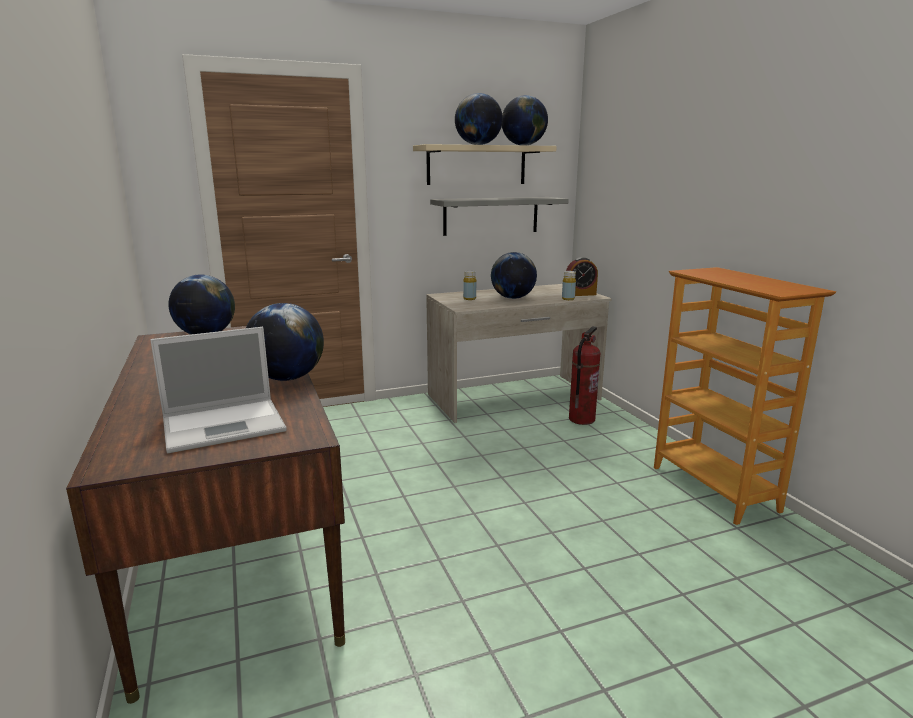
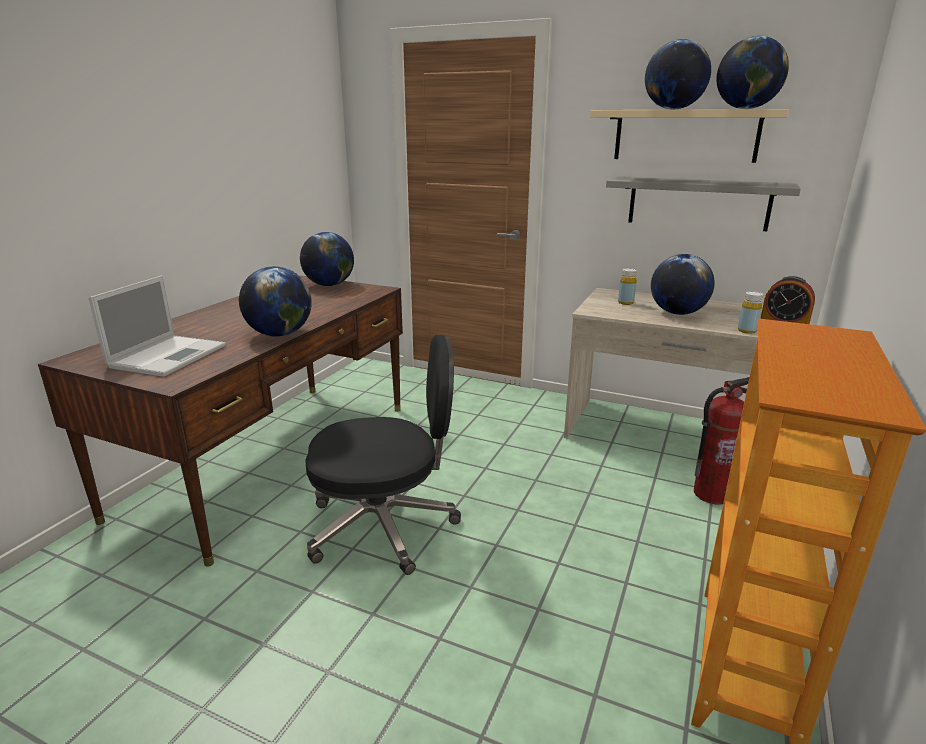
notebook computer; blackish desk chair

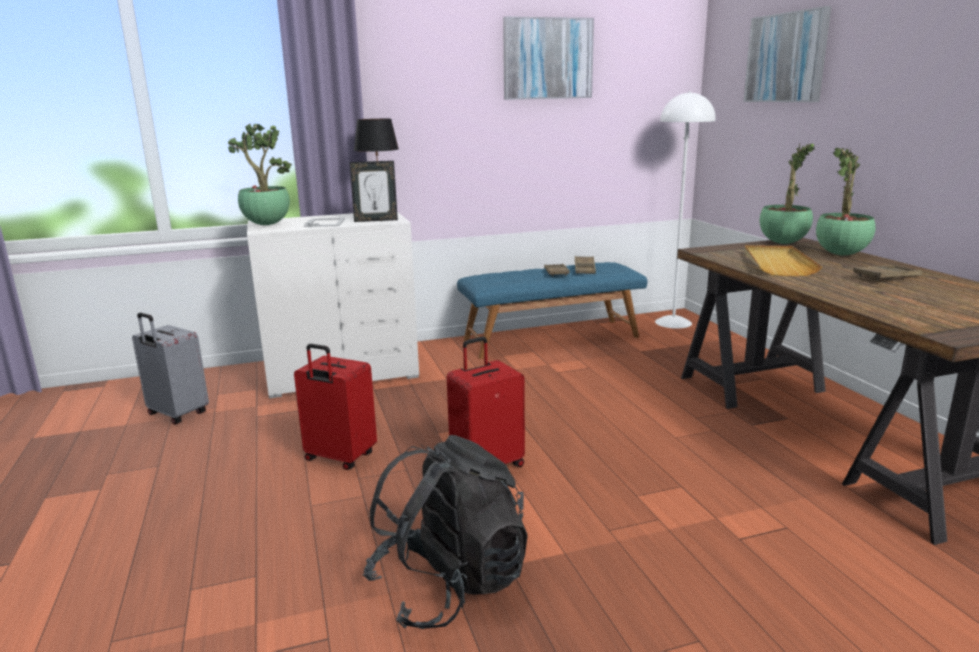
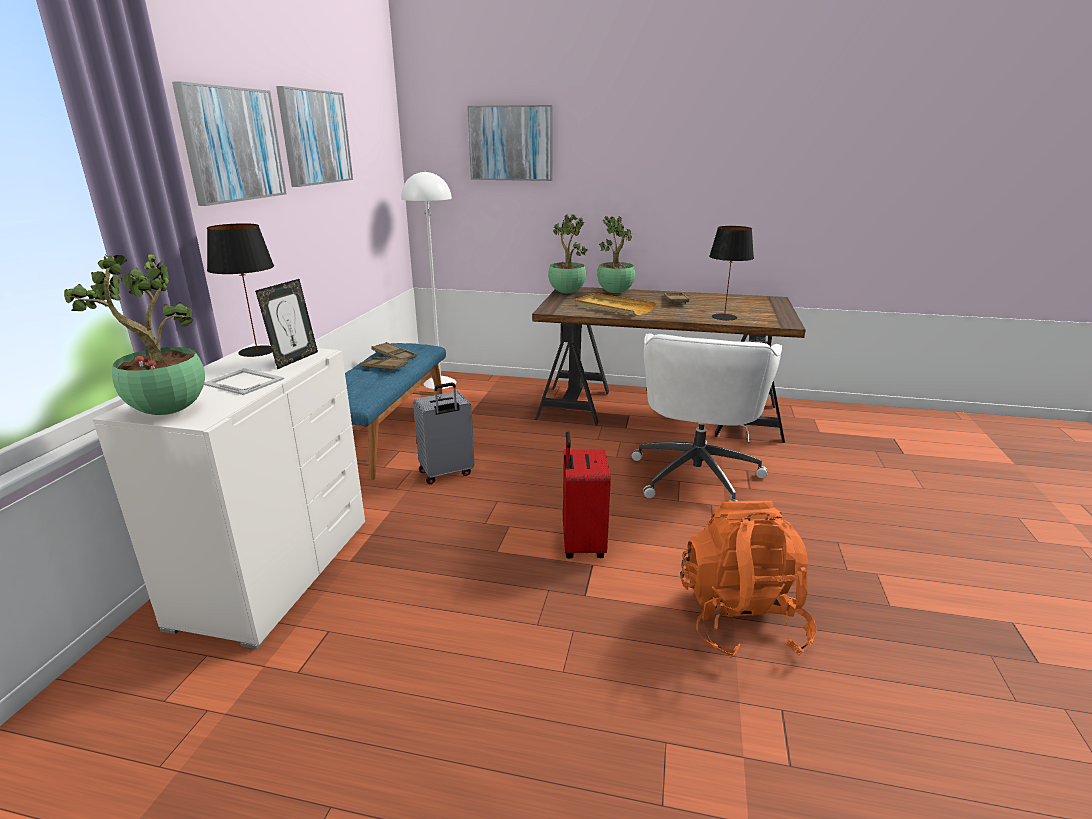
grey travel case; red travel case (no. 1 from left in the first image); orange knapsack; wall picture (no. 1 from left); white desk chair; blackish table lamp (no. 2 from left)

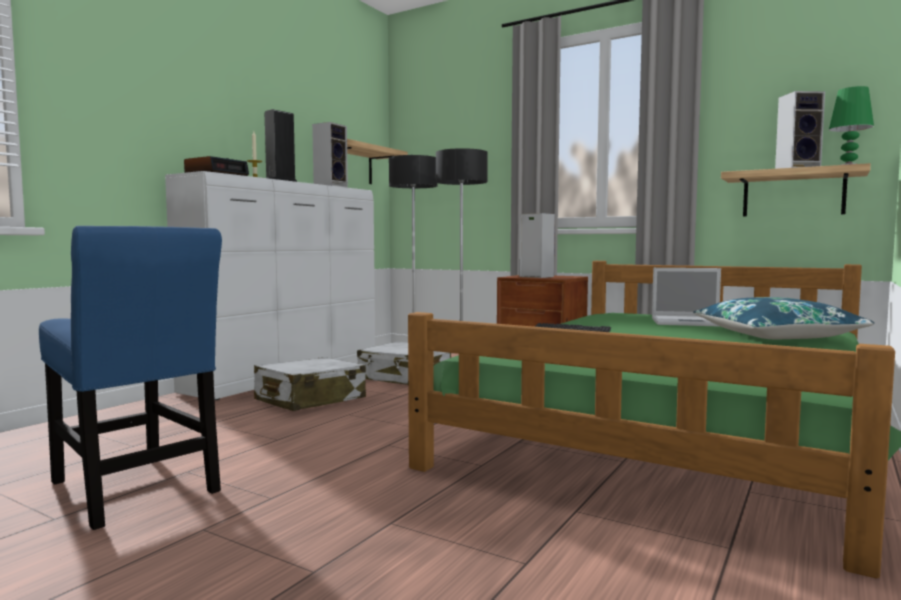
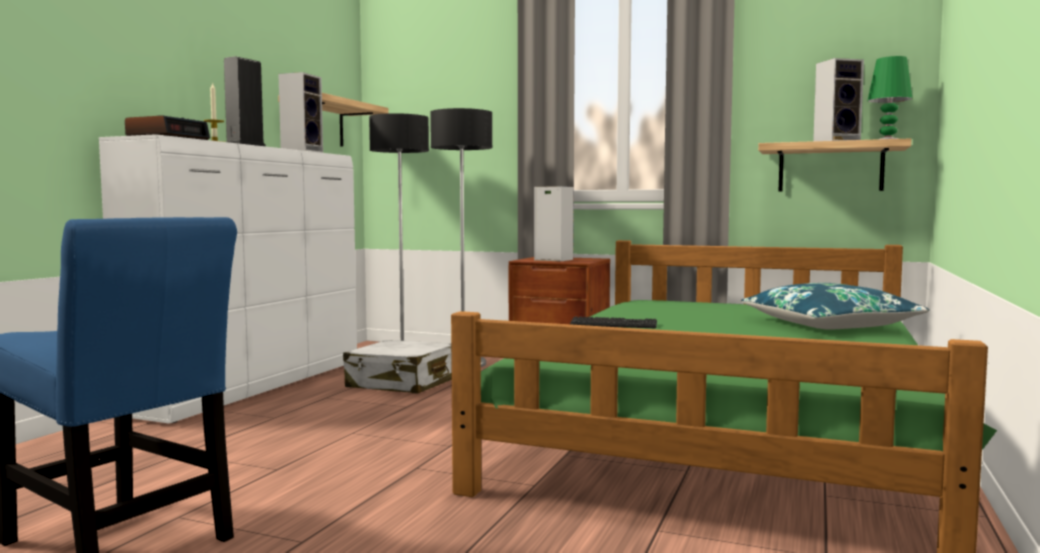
white travel case (no. 1 from left in the first image); notebook computer

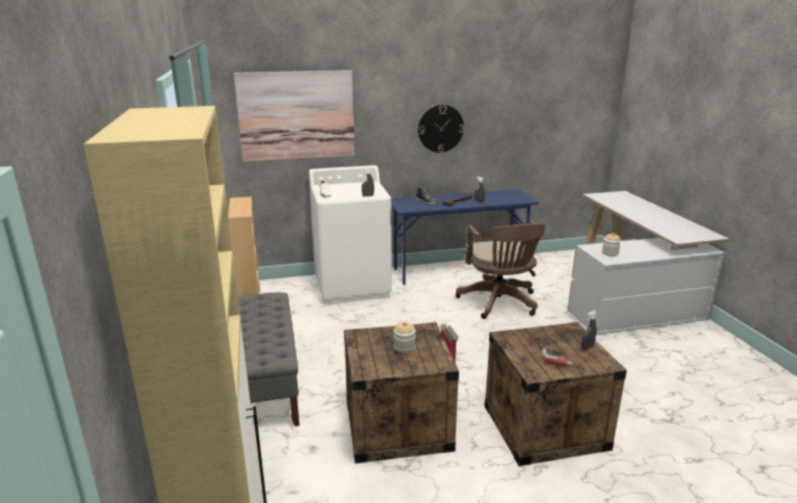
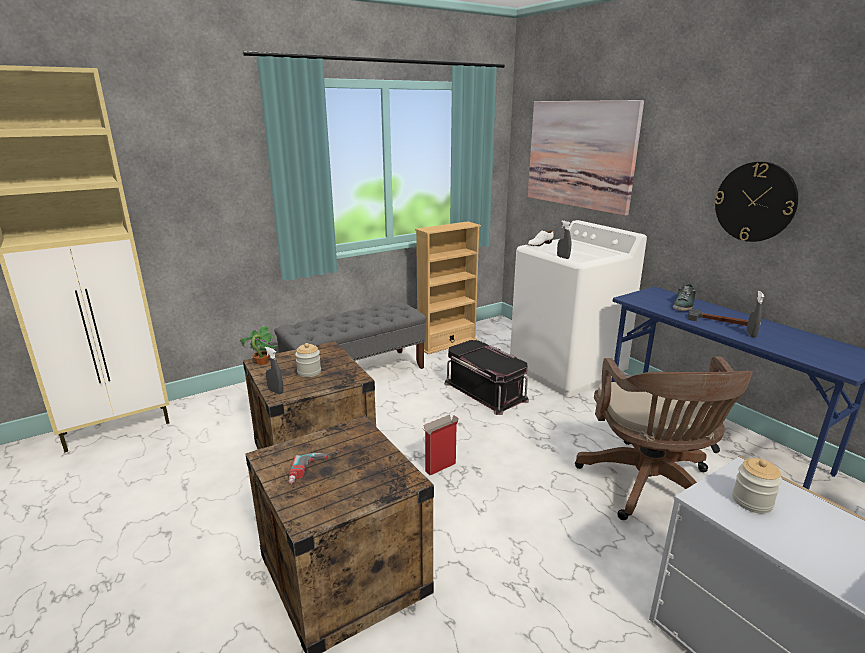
brown-coloured desk chair; grey spray bottle (no. 1 from left); houseplant; blackish storage container

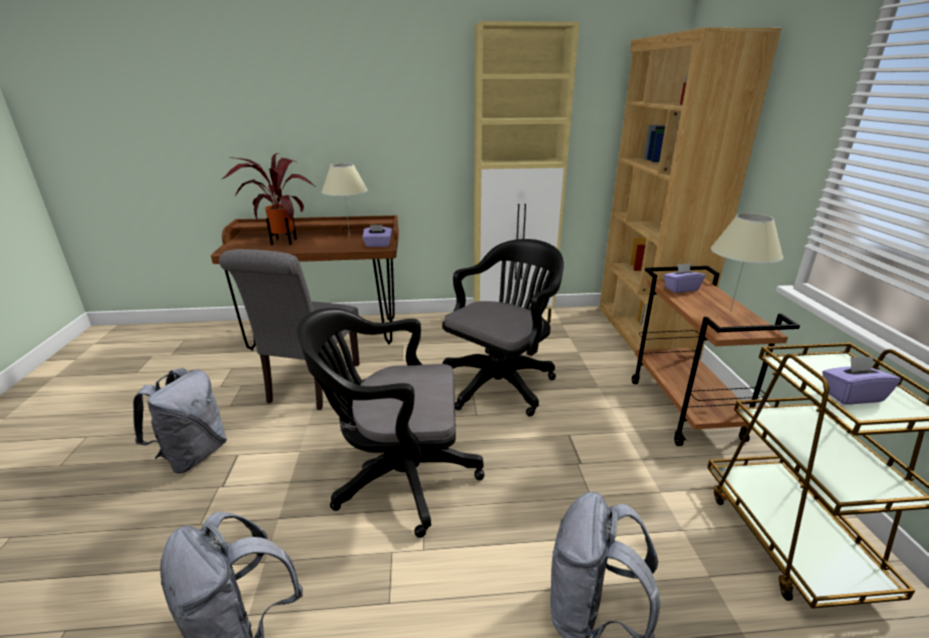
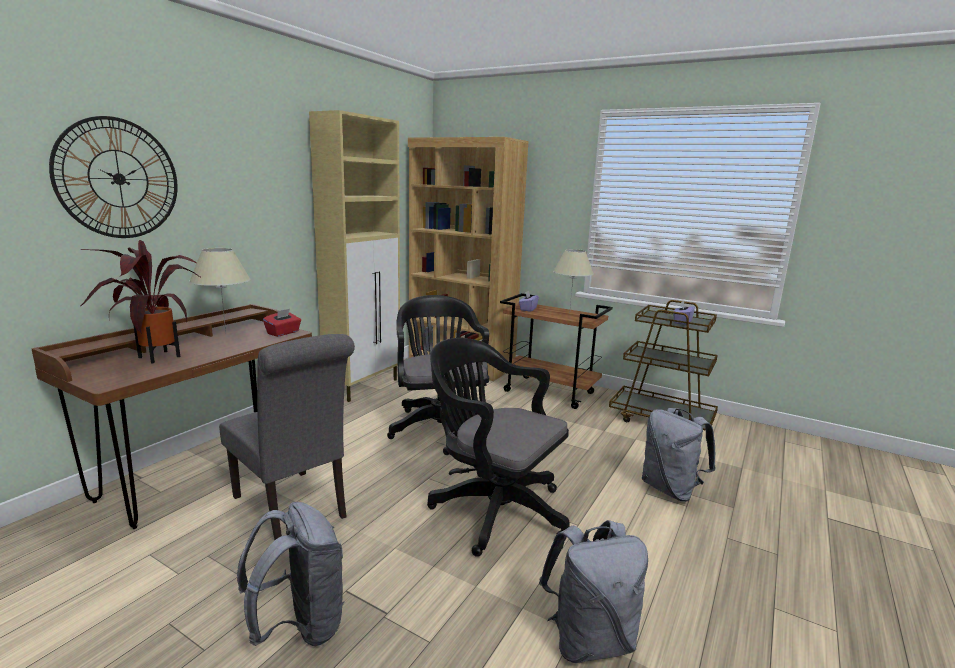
blackish desk chair (no. 2 from left); red tissue box; hanging clock

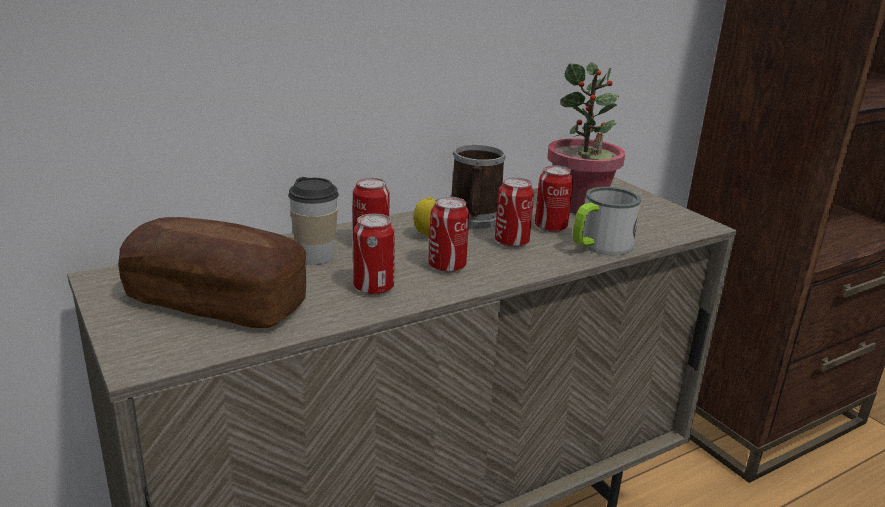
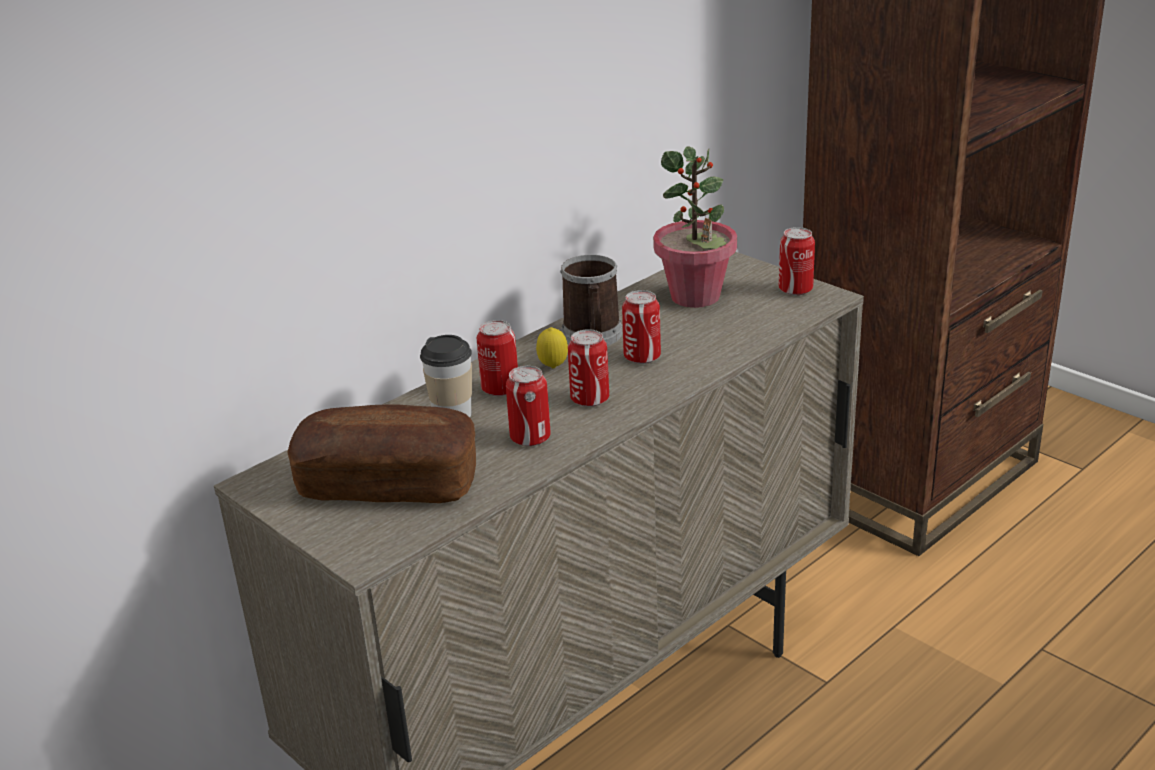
can (no. 5 from left); mug (no. 2 from left in the first image)

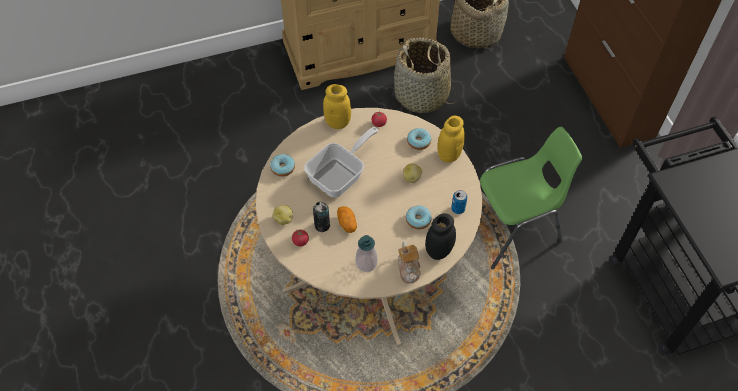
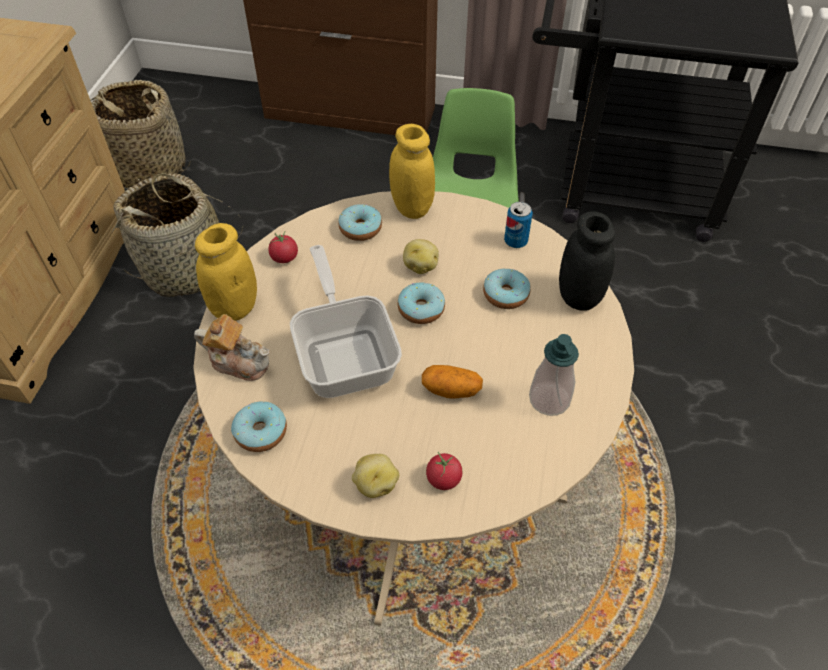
can (no. 1 from left in the first image); teapot; ring doughnut (no. 3 from left)

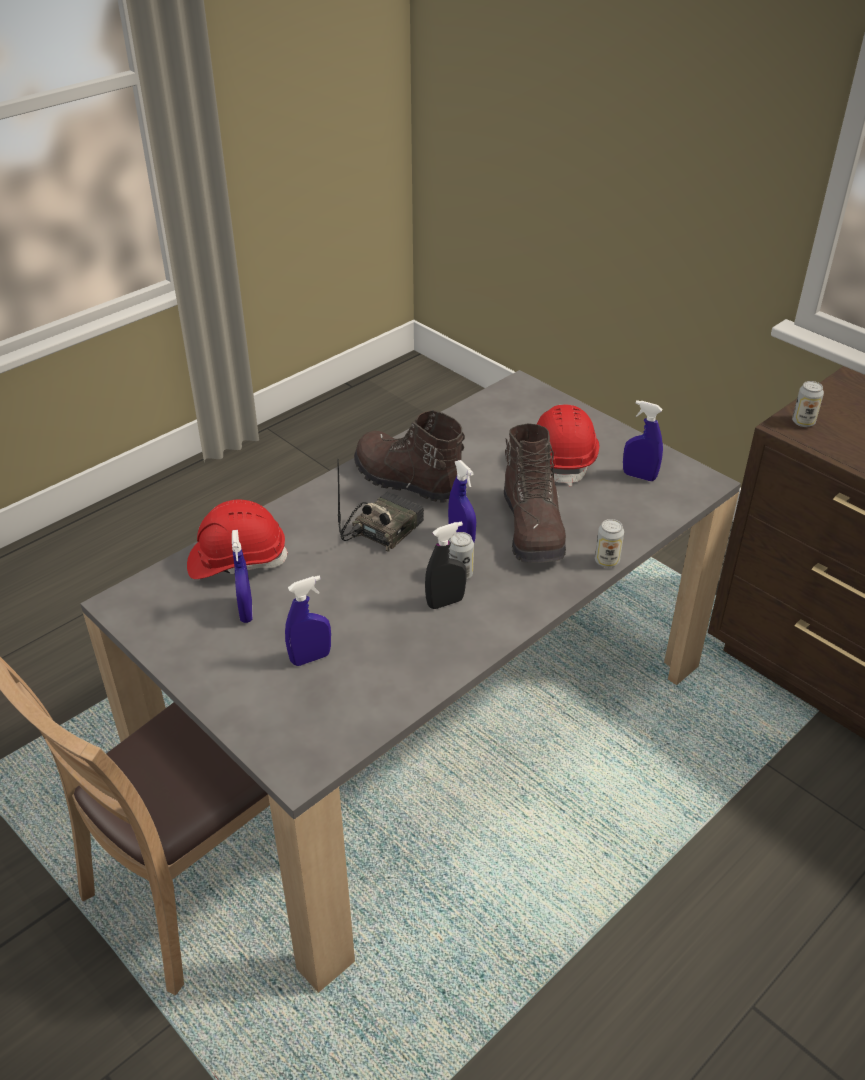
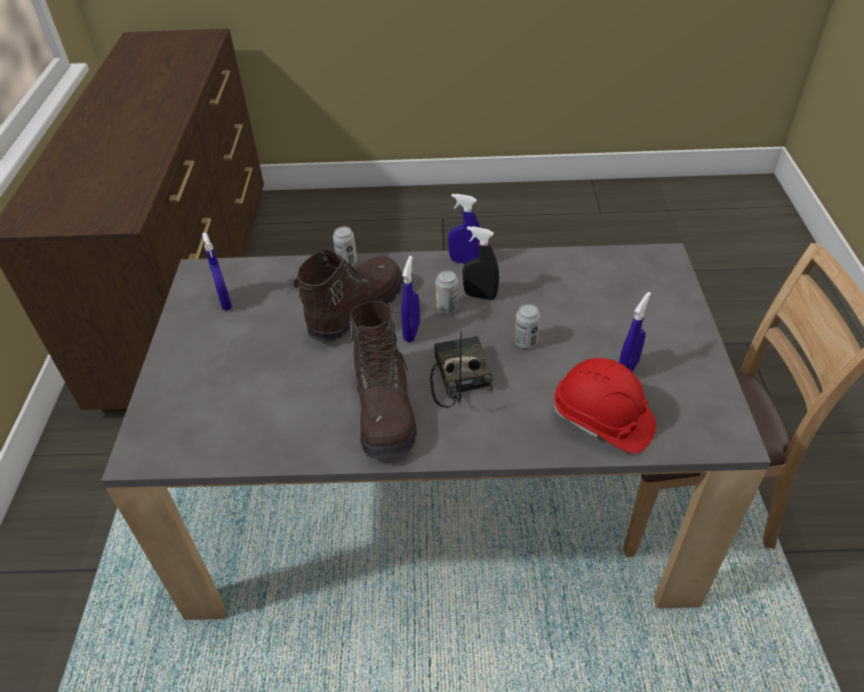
blue-coloured spray bottle (no. 3 from left); radio receiver; red work helmet (no. 2 from left in the first image); can (no. 3 from left)

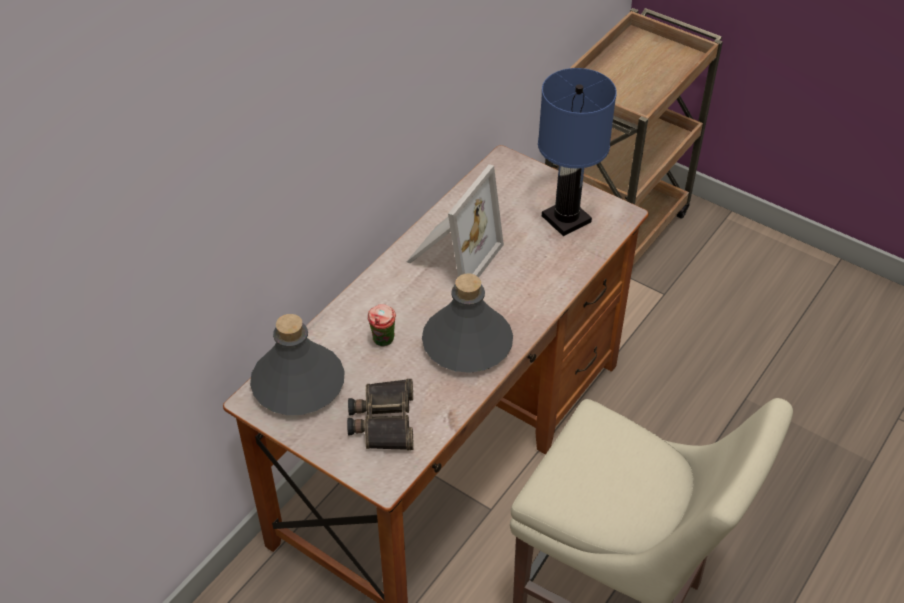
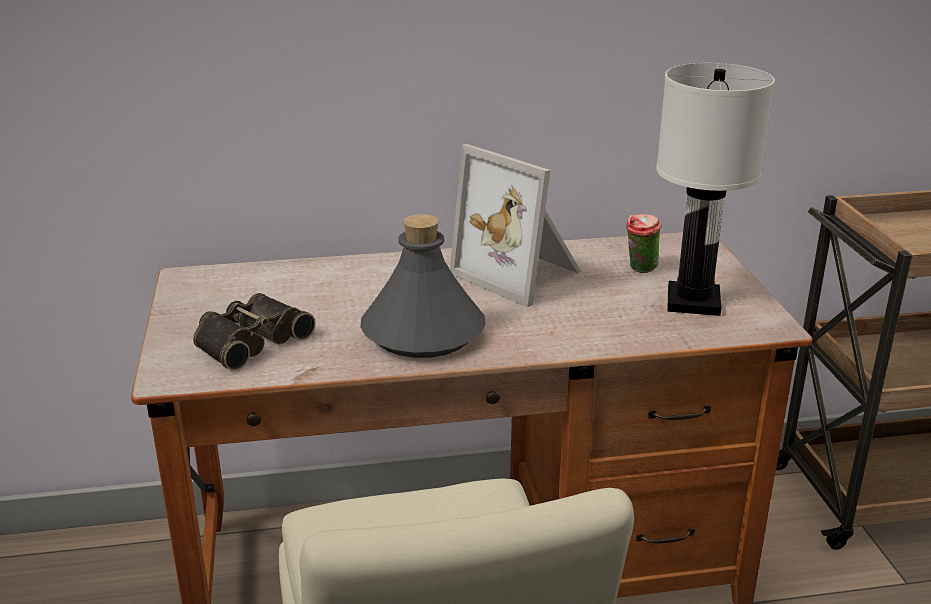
grey drink bottle (no. 1 from left in the first image); cup; photo frame; white table lamp

